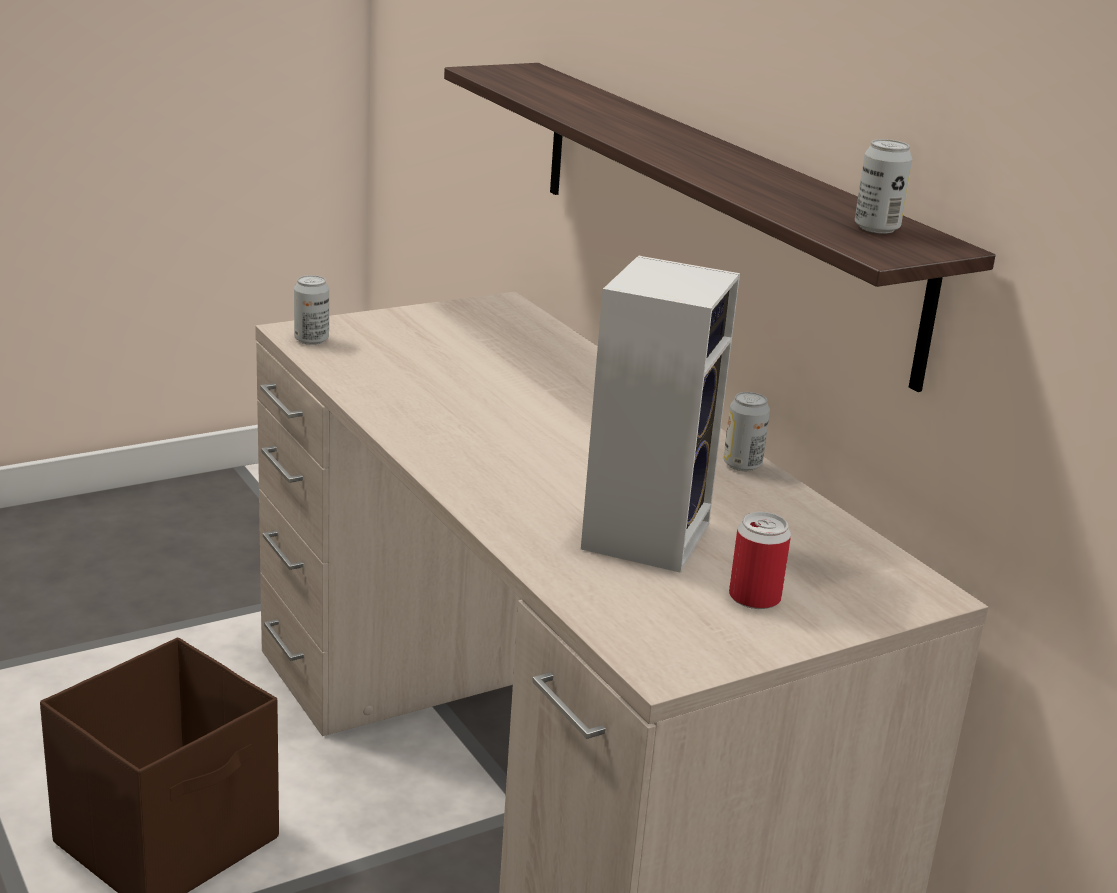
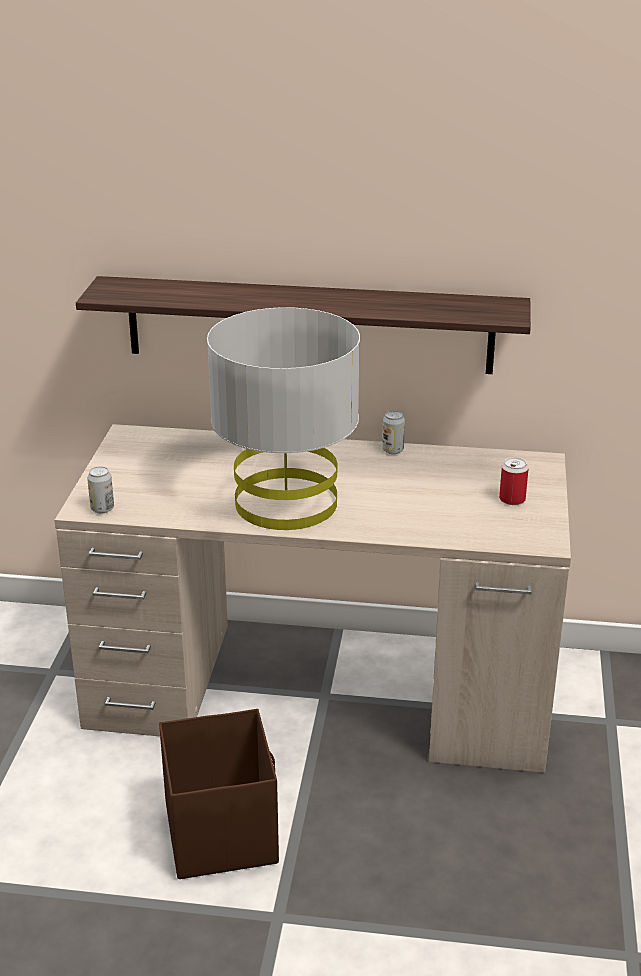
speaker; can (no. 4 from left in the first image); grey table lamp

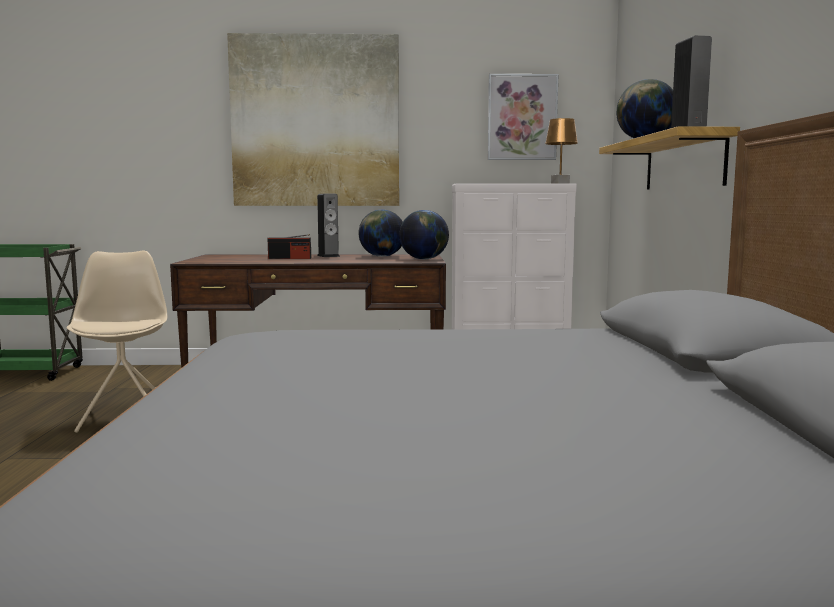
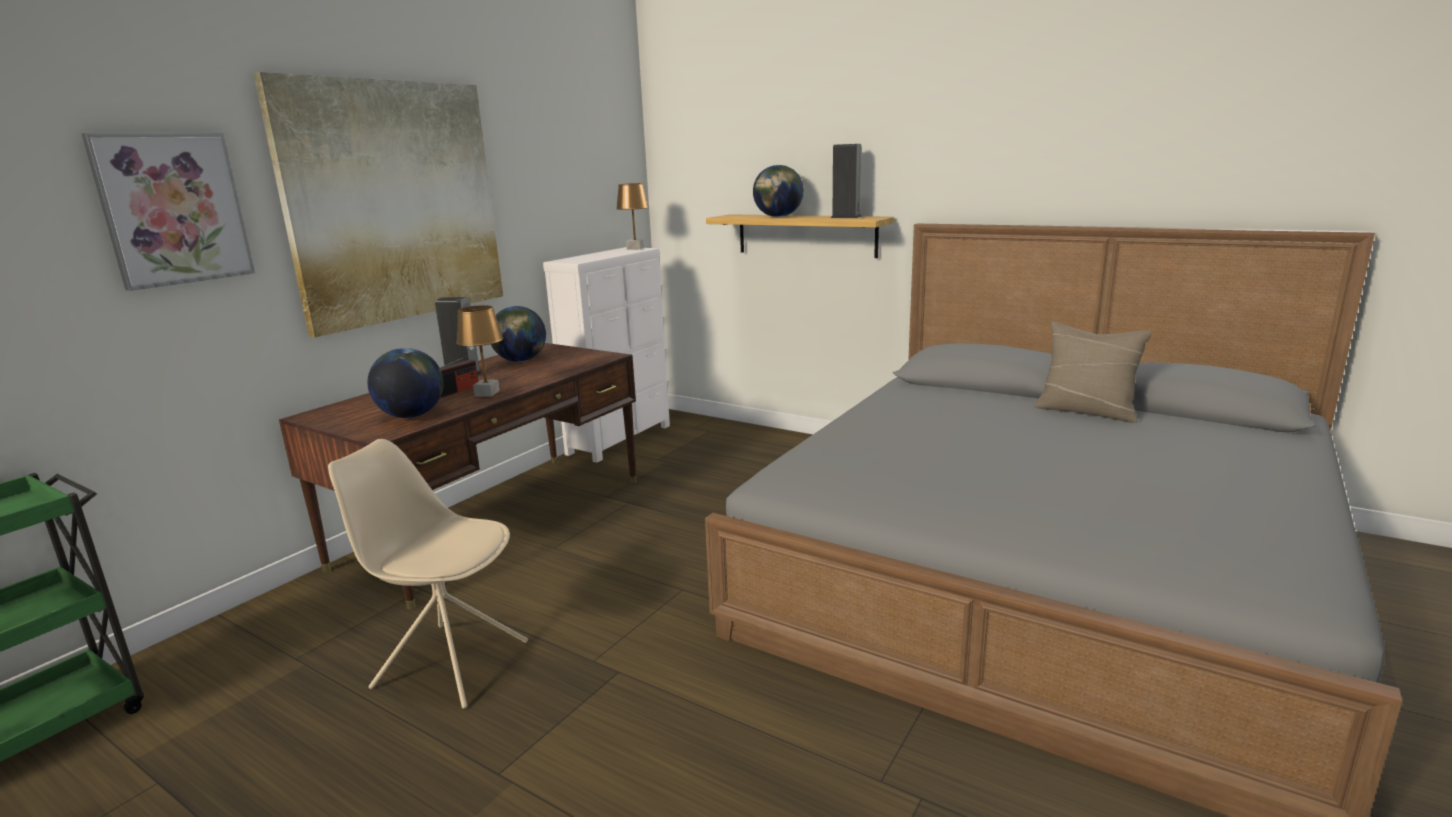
world globe (no. 1 from left); wall picture (no. 1 from left); brown-coloured table lamp (no. 1 from left); sand-coloured pillow

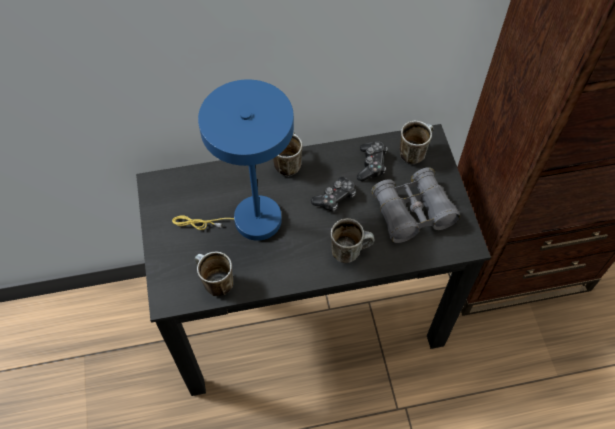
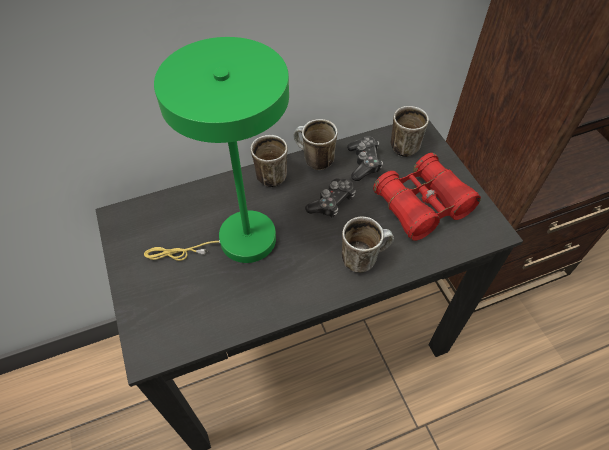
green table lamp; mug (no. 2 from left); red pair of binoculars

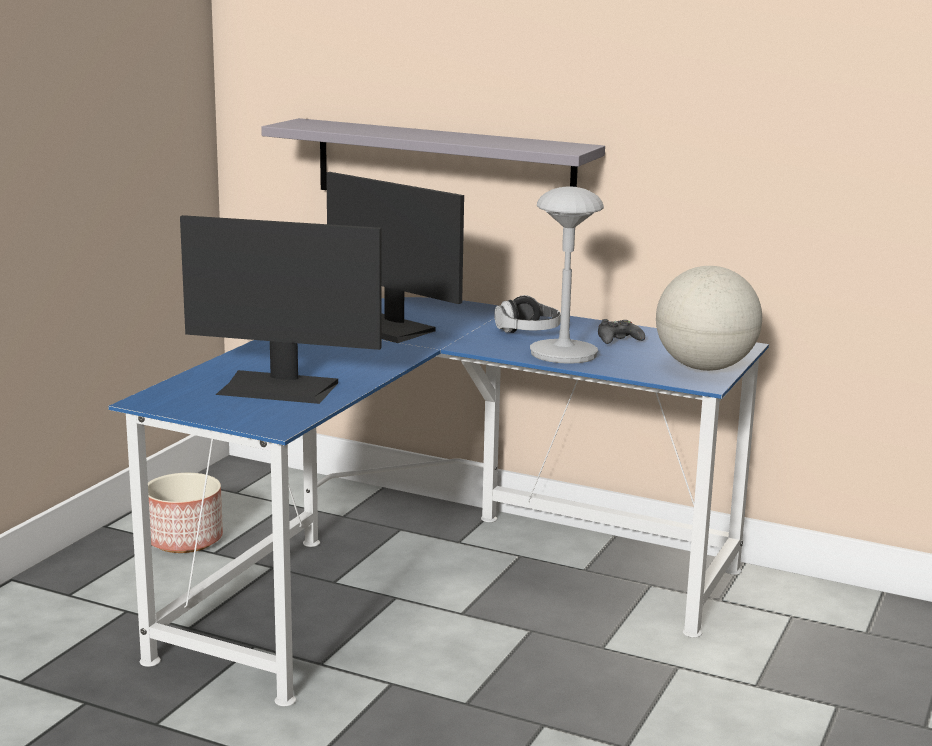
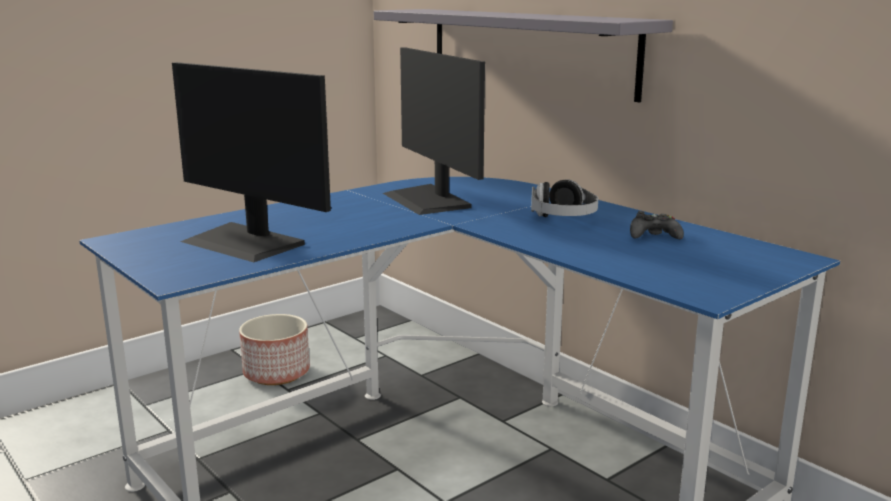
grey table lamp; world globe

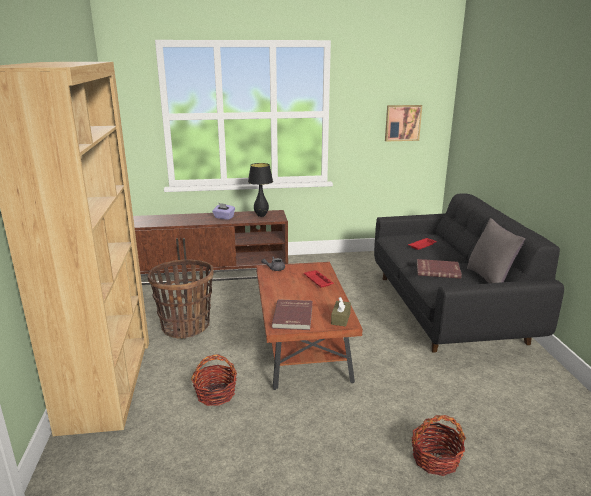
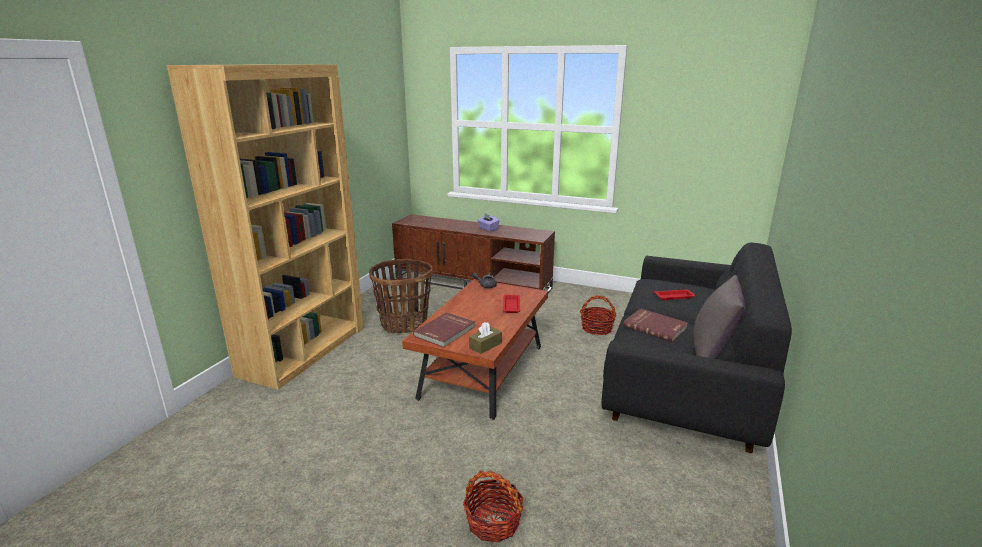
storage basket (no. 3 from left); blackish table lamp; wall picture

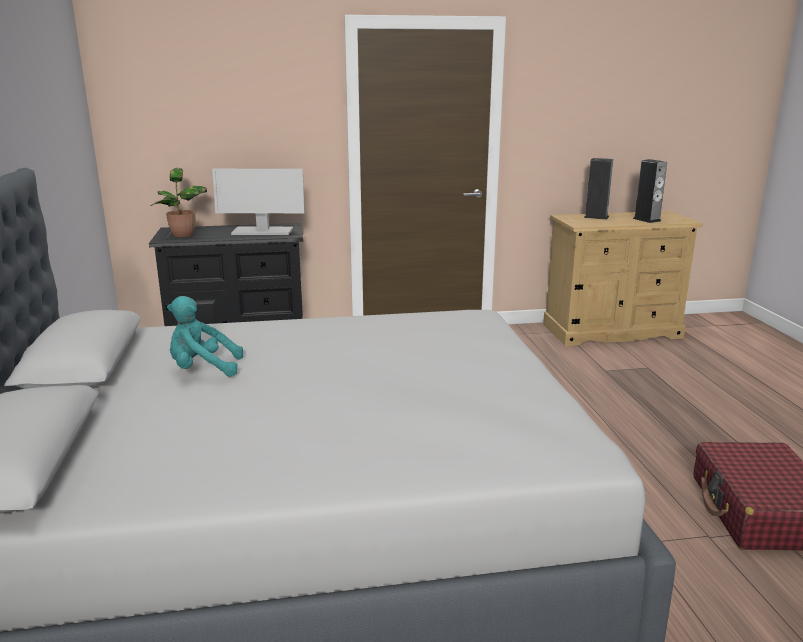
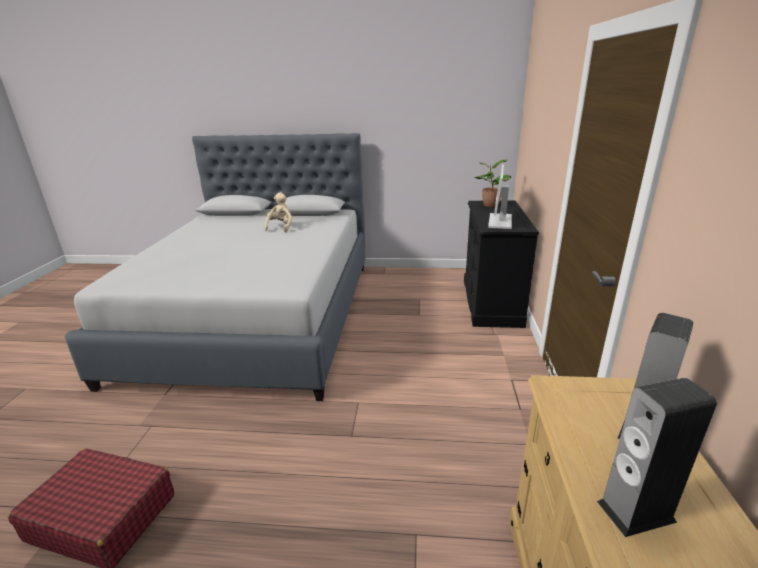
sand-coloured cuddly toy

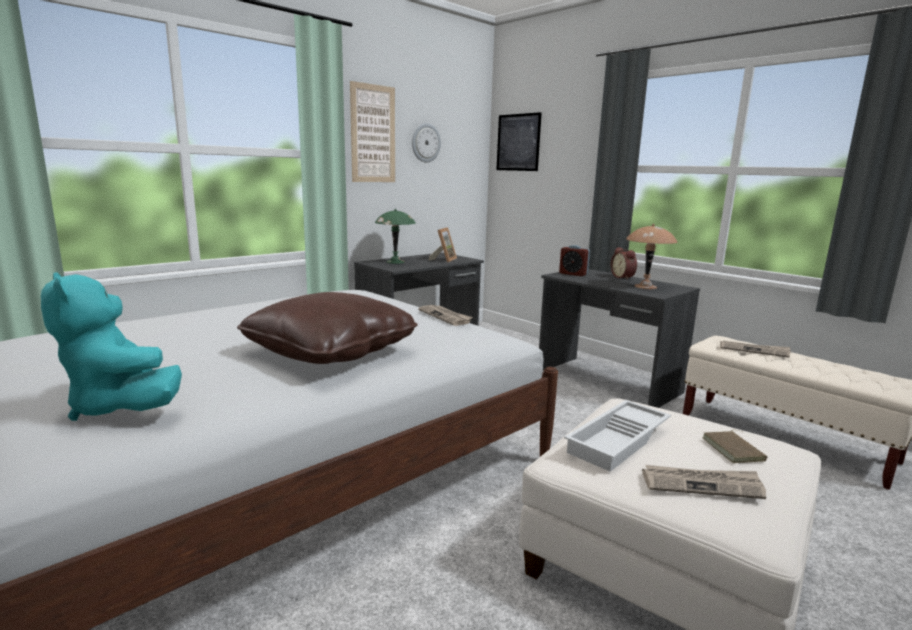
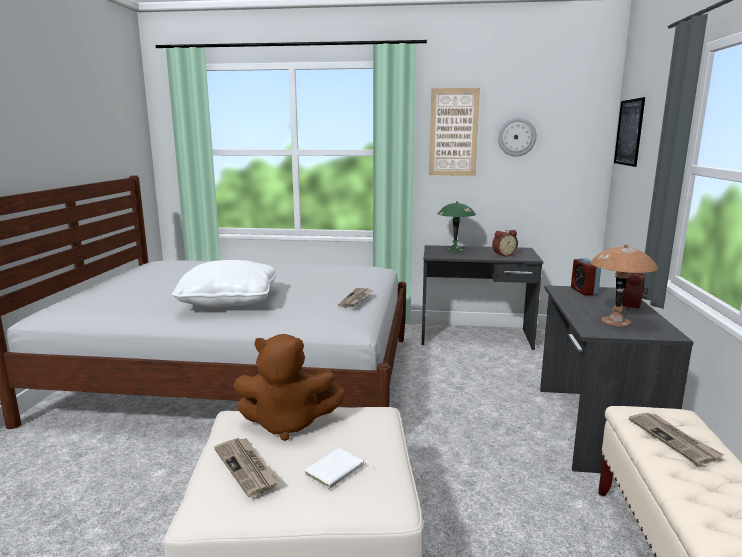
turquoise-coloured cuddly toy; white pillow; table clock (no. 1 from left); brown-coloured cuddly toy; white bound book

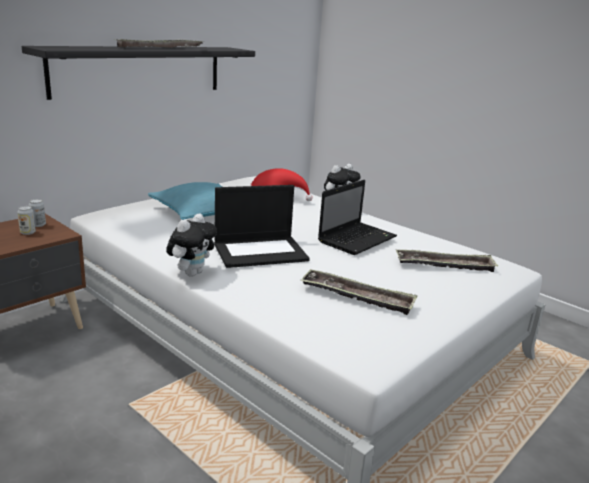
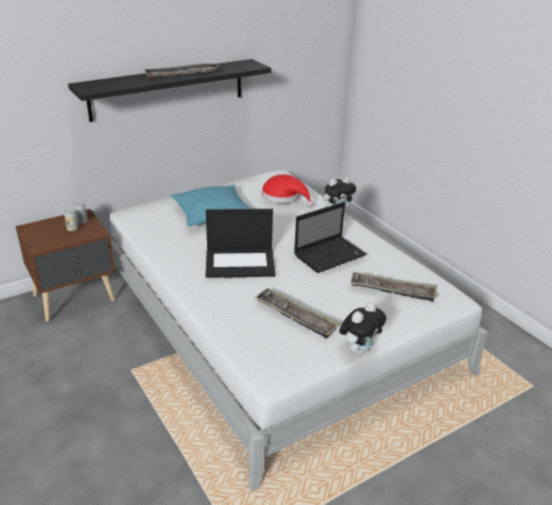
cuddly toy (no. 2 from left)

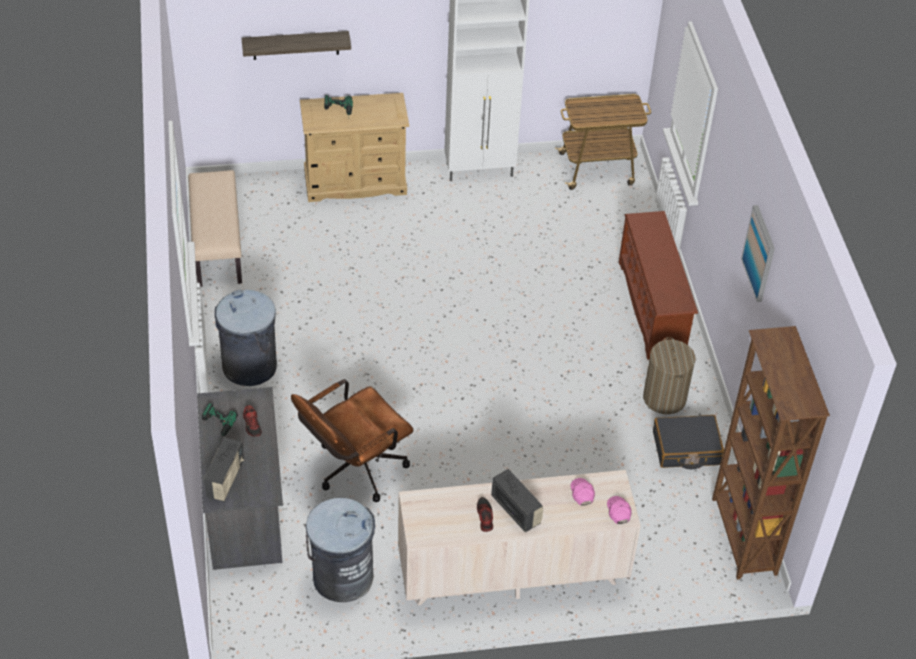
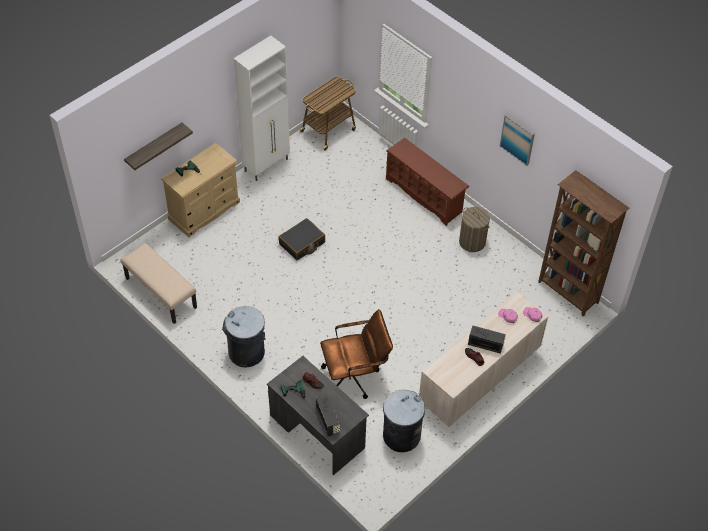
brown-coloured desk chair; blackish travel case

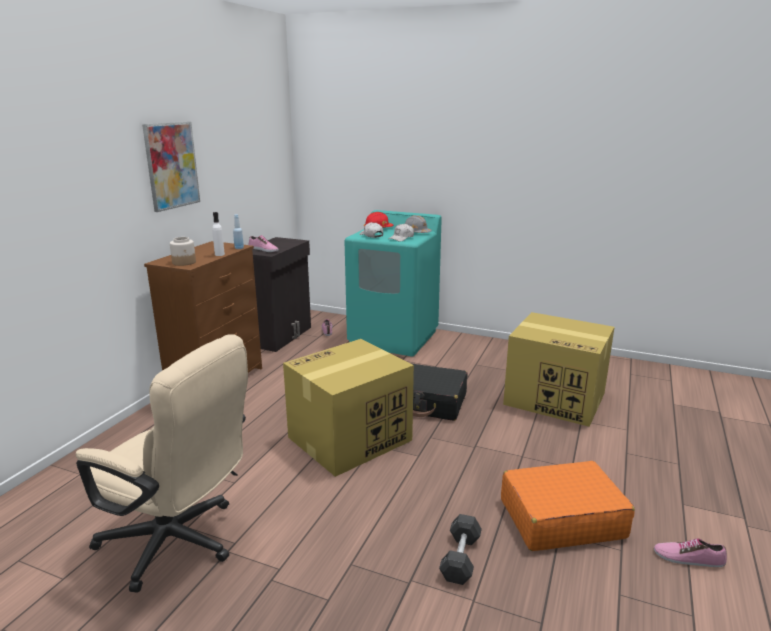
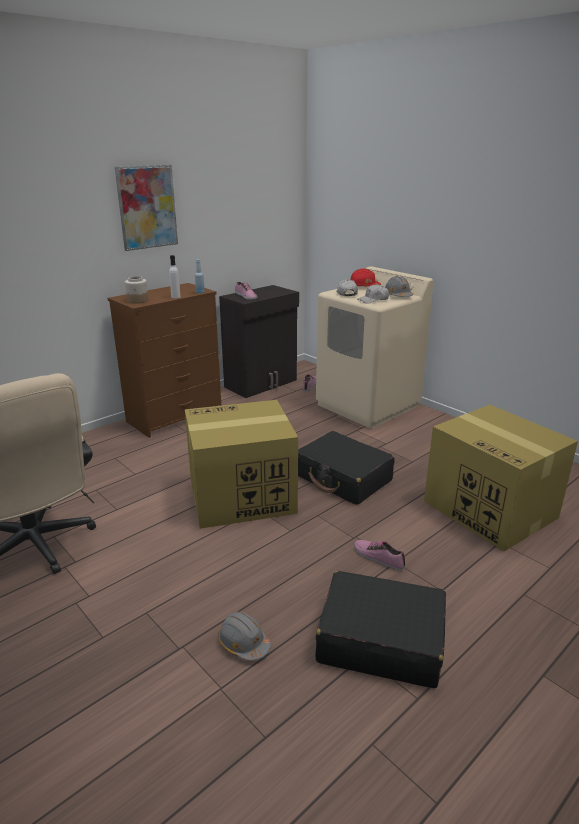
sand-coloured laundry machine; grey work helmet (no. 1 from left); blackish travel case (no. 2 from left); low shoe (no. 3 from left)

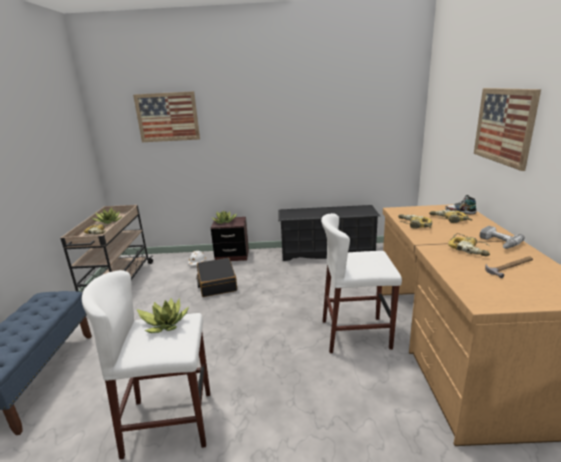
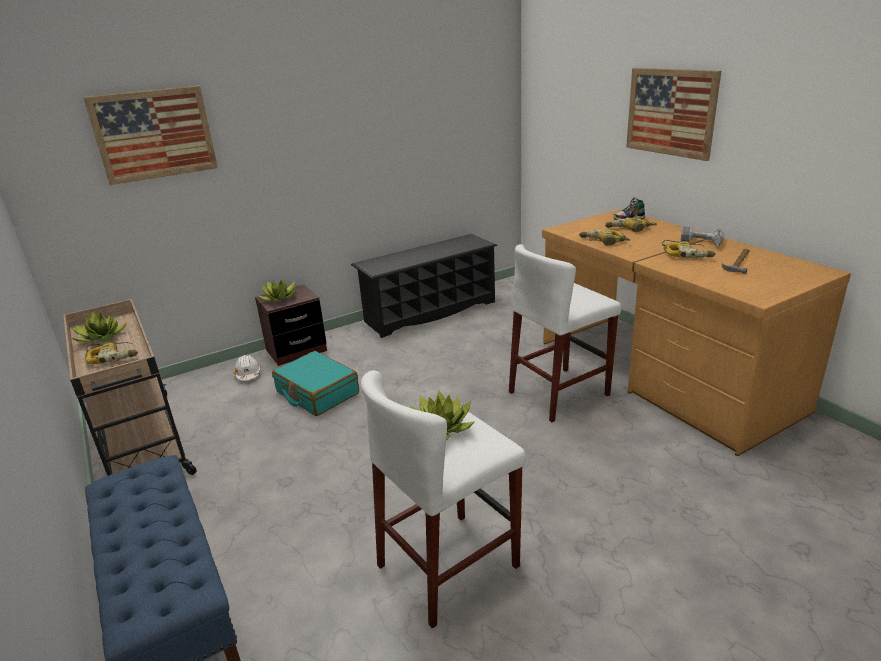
turquoise-coloured travel case

